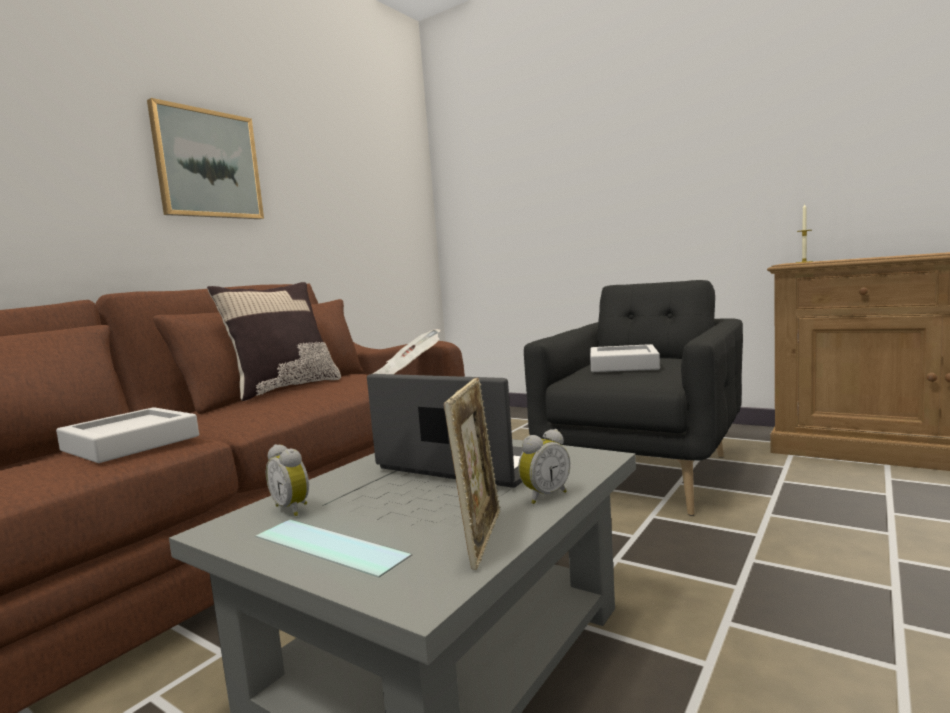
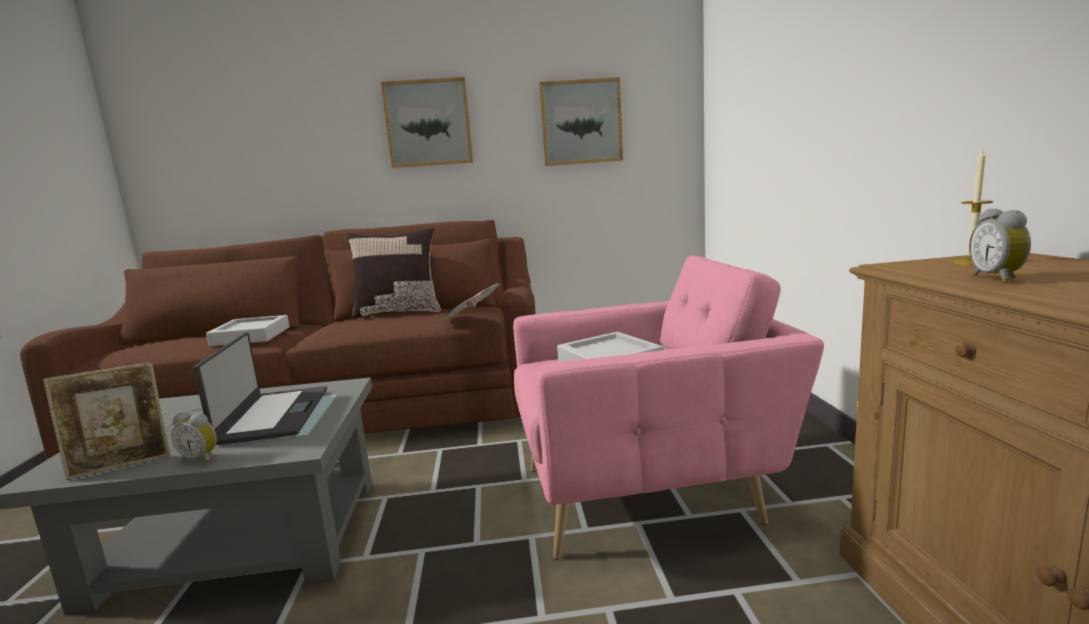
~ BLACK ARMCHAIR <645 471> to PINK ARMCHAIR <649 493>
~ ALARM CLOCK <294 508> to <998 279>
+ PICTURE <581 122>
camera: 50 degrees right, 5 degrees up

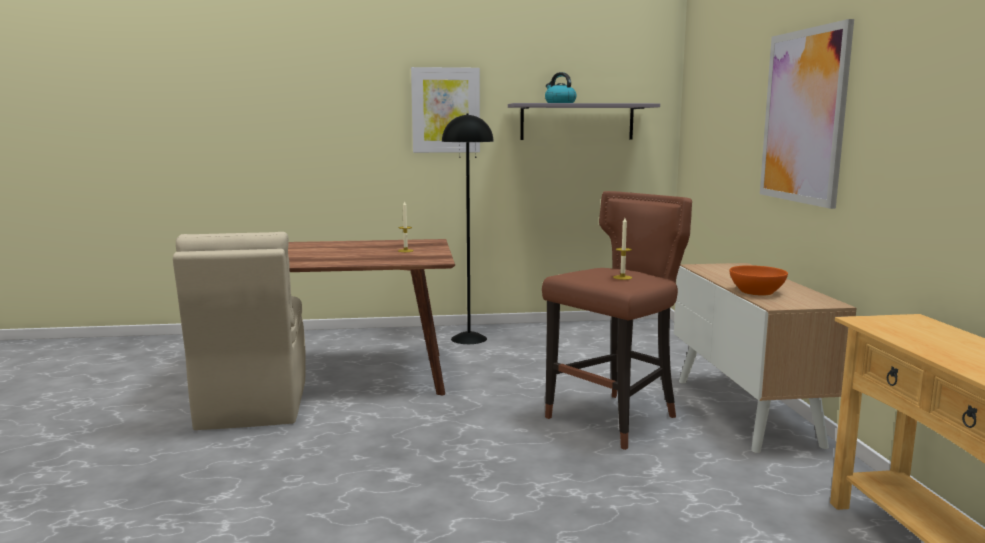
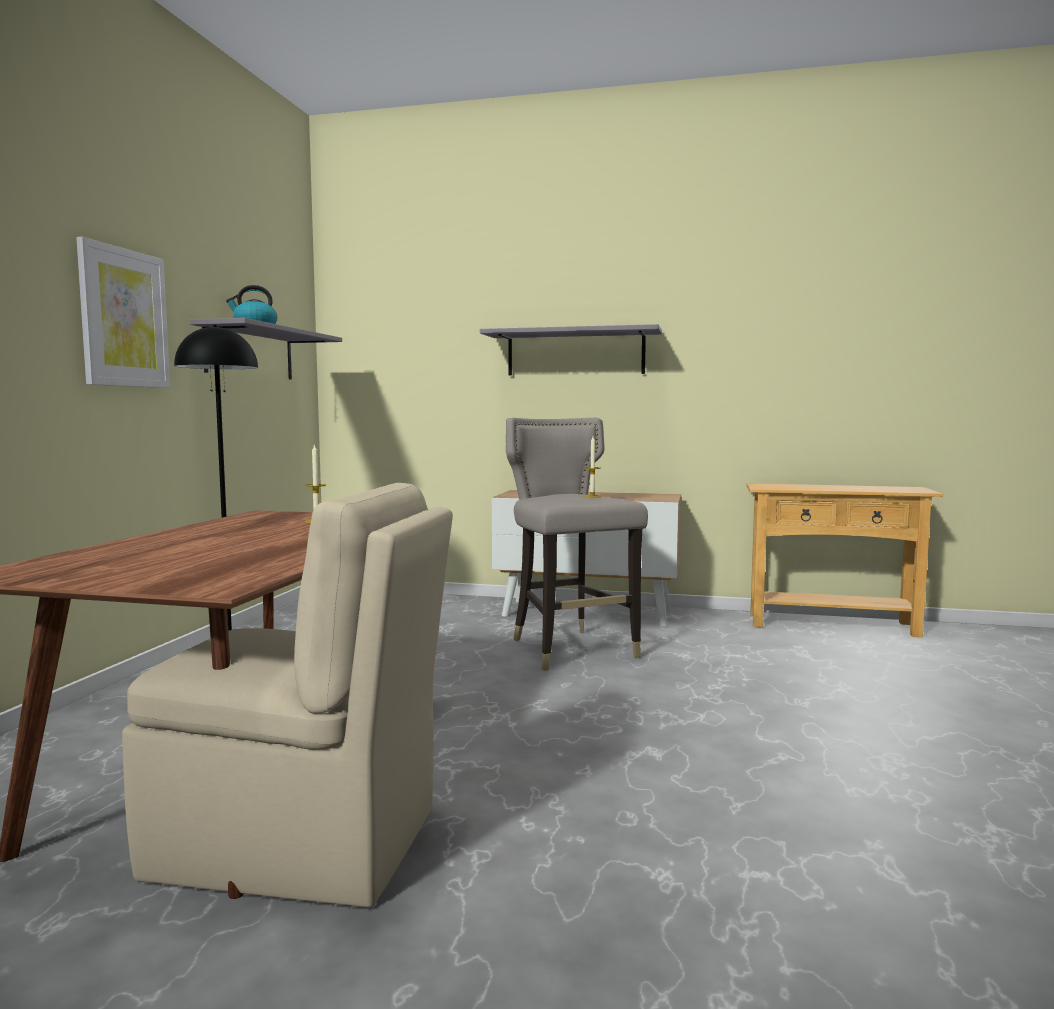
~ PICTURE <803 116> to GREY SHELF <575 353>
~ BROWN STOOL <615 419> to GREY STOOL <570 649>
- ORANGE BOWL <757 292>
camera: 70 degrees left, 5 degrees down

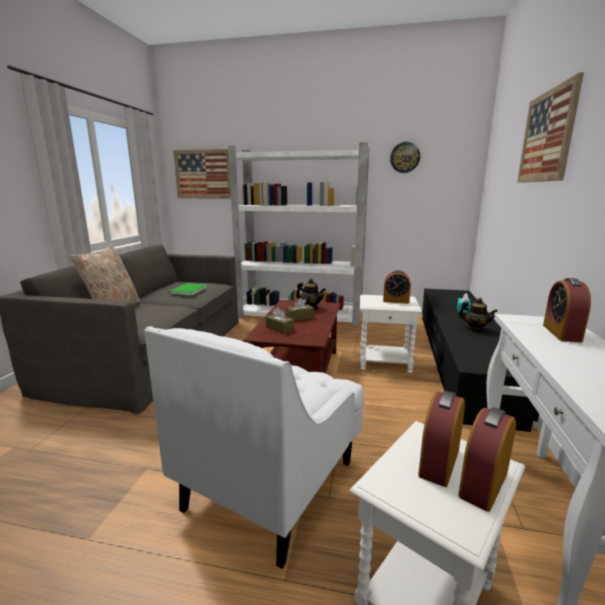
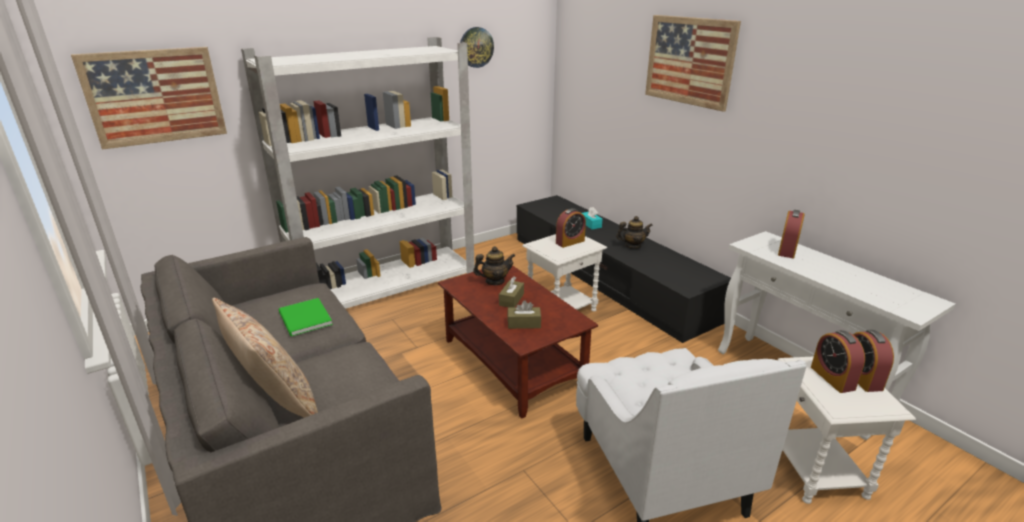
~ ALARM CLOCK <561 333> = <787 250> 60 degrees clockwise
camera: 45 degrees left, 10 degrees up

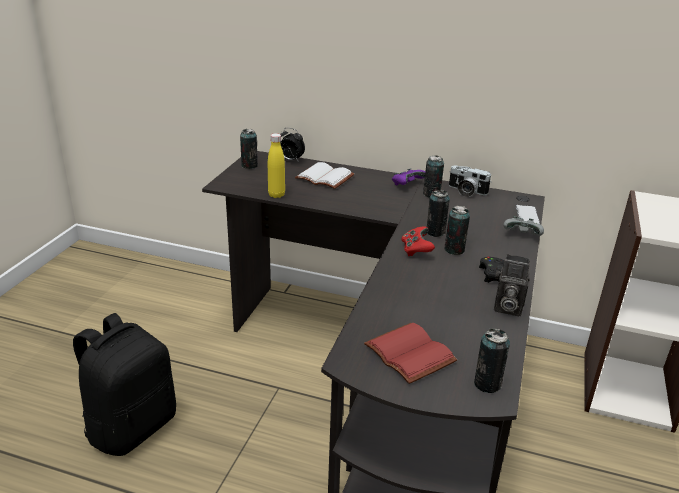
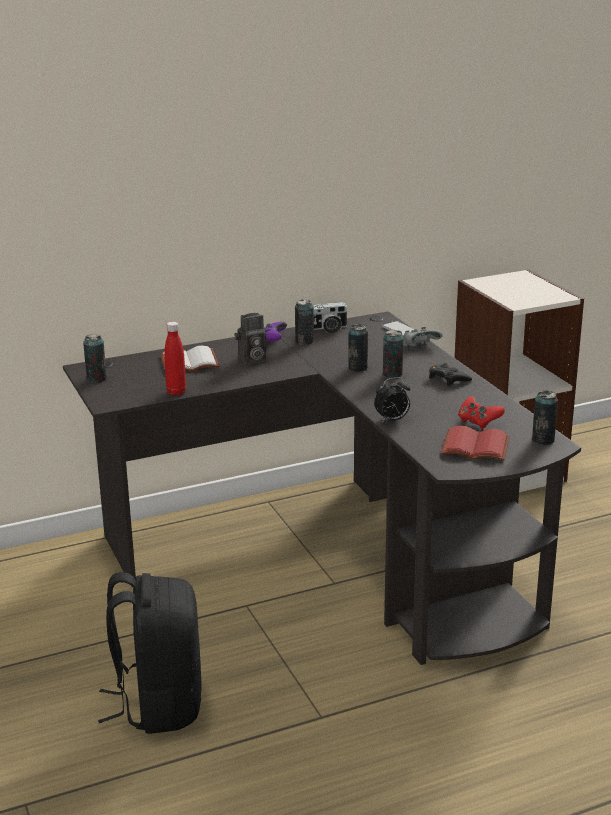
~ ALARM CLOCK <290 160> to <392 420>
~ YELLOW BOTTLE <276 195> to RED BOTTLE <176 392>
~ RED GAME CONTROLLER <416 250> to <478 422>
~ PHOTO CAMERA <506 307> to <251 360>
camera: 40 degrees left, 5 degrees down

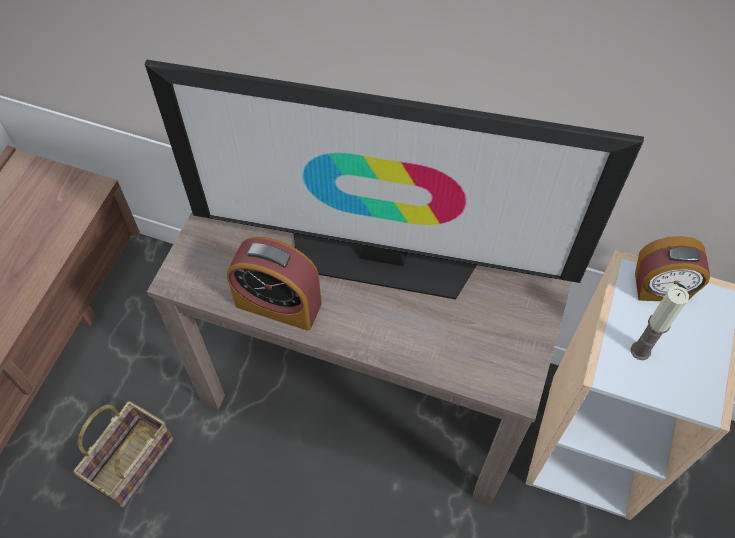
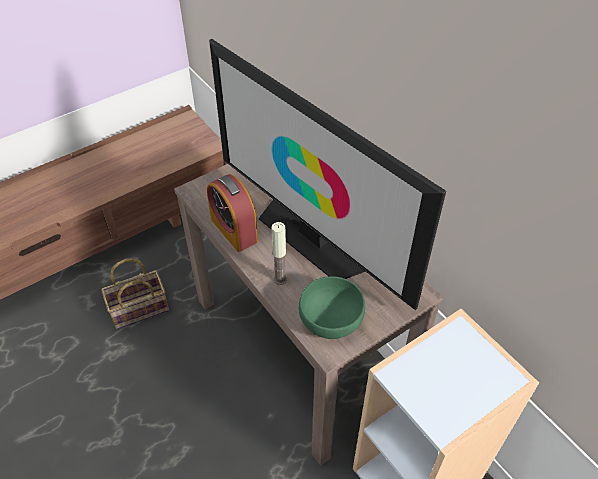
- ALARM CLOCK <660 289>
~ CANDLE <640 351> to <280 279>
+ GREEN BOWL <331 318>
camera: 35 degrees right, 10 degrees down

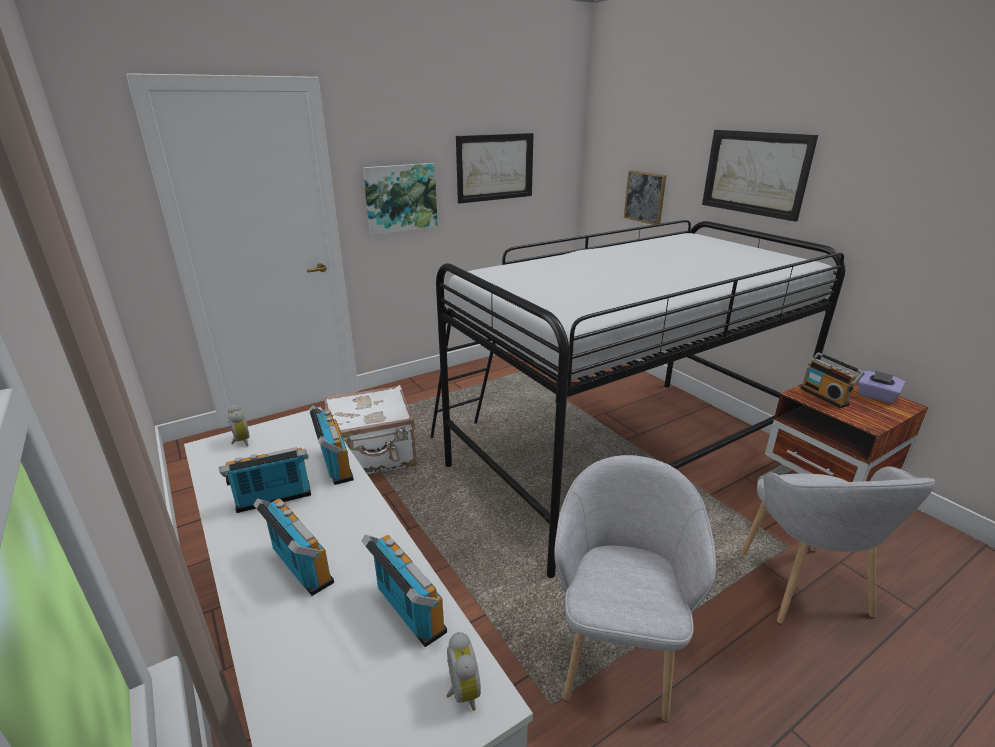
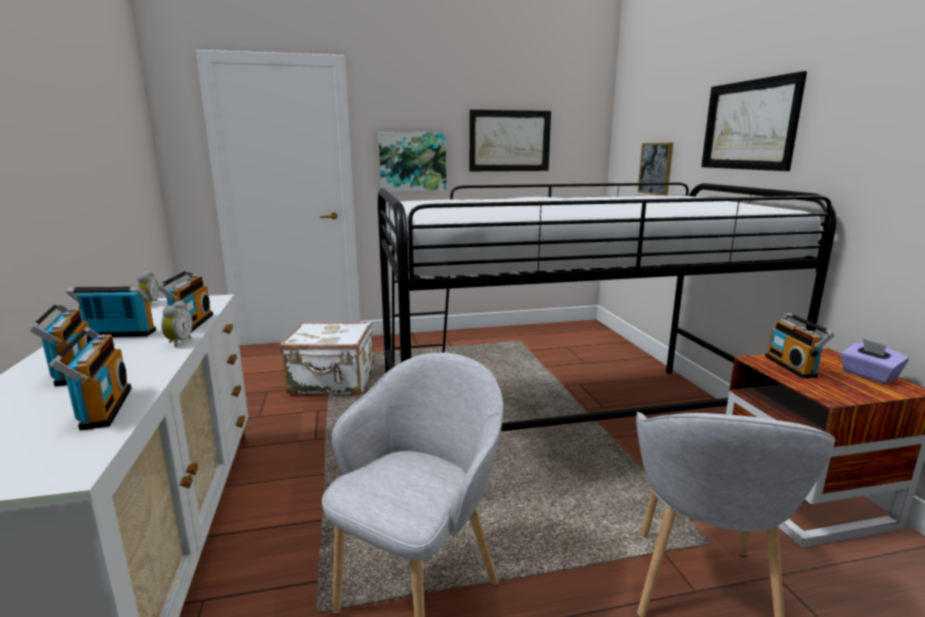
~ ALARM CLOCK <461 692> to <178 342>
camera: 20 degrees right, 10 degrees down

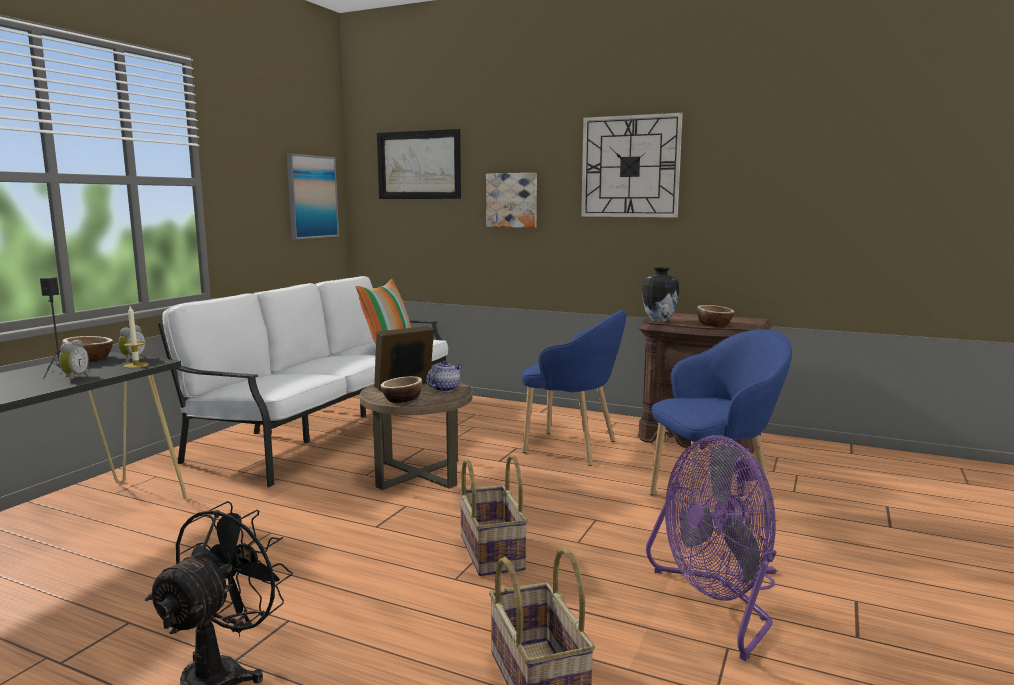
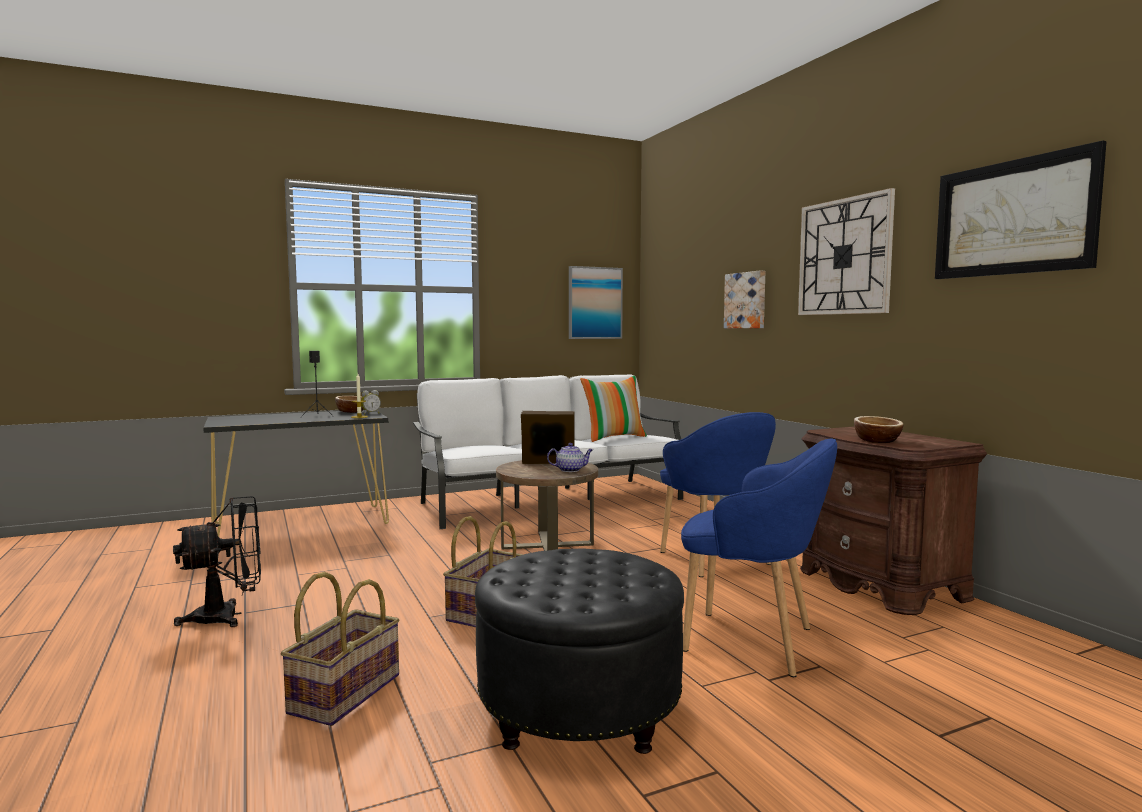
~ PICTURE <419 165> to <1013 218>
- VASE <658 320>
- ALARM CLOCK <74 377>
- BOWL <402 400>
~ PURPLE FAN <721 602> to BLACK OTTOMAN <579 711>
camera: 40 degrees right, 5 degrees down

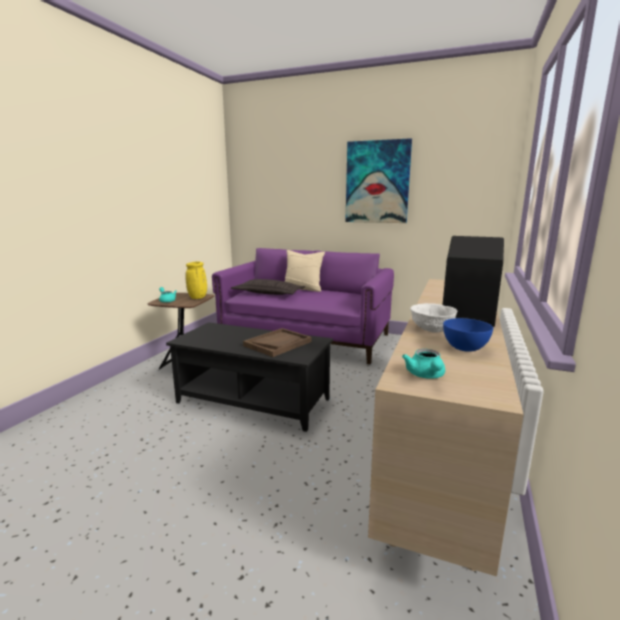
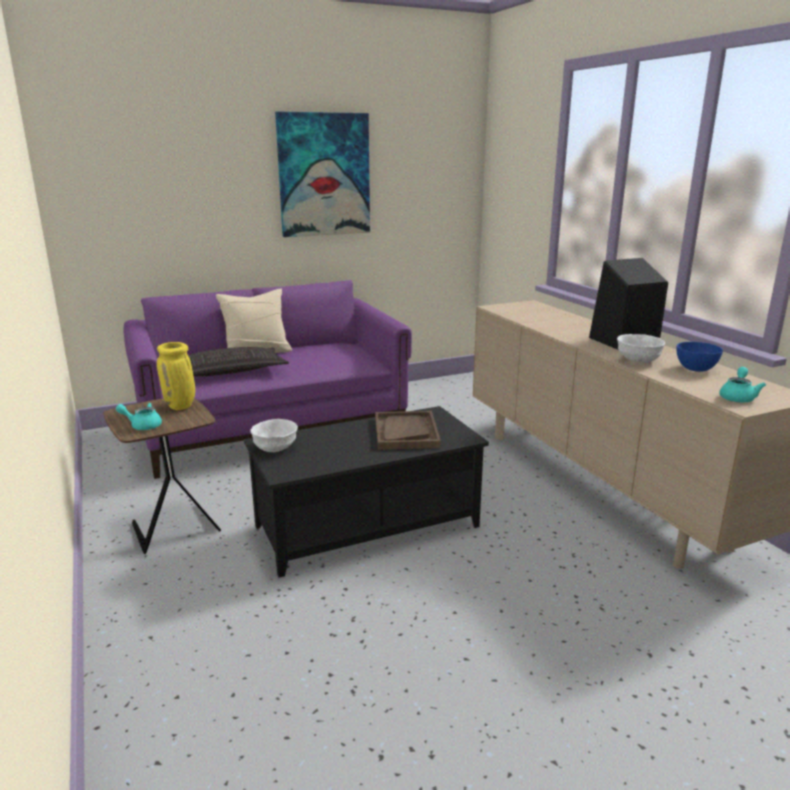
~ TURQUOISE TEAPOT <426 376> = <738 397> 105 degrees counterclockwise
+ WHITE BOWL <275 448>
camera: 45 degrees left, 5 degrees up

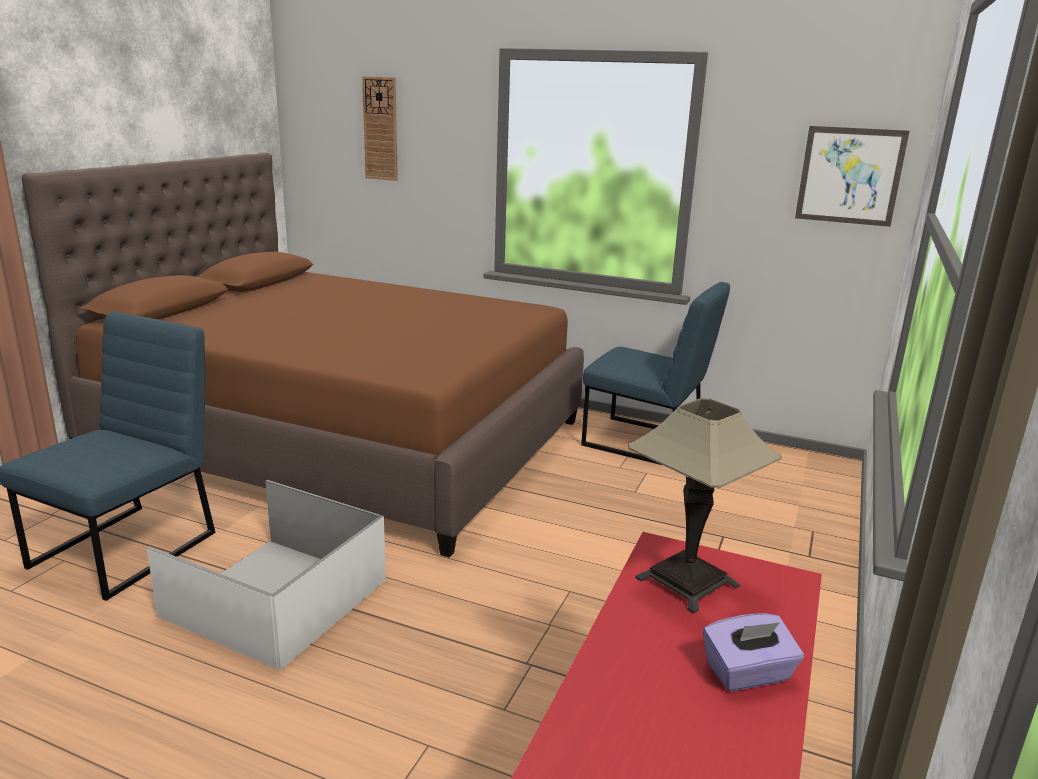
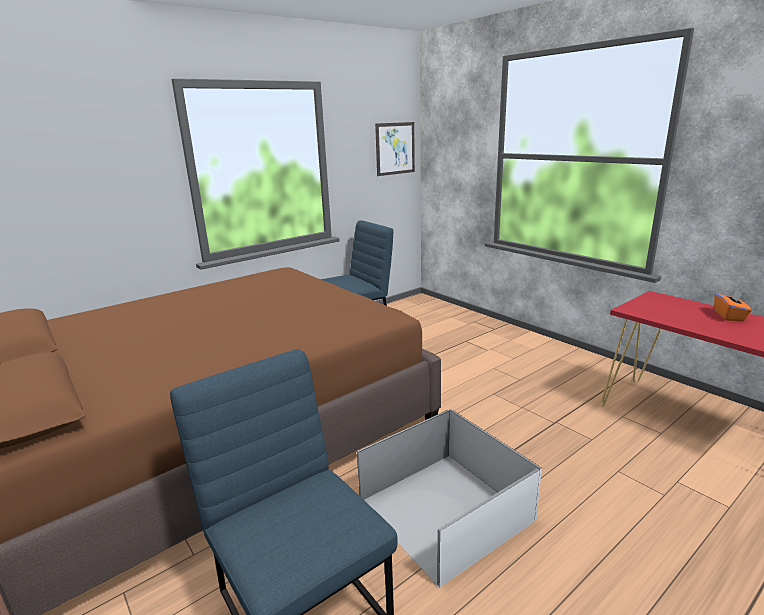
- WALL CLOCK <380 129>
- TABLE LAMP <687 582>
~ PURPLE TISSUE BOX <748 674> to ORANGE TISSUE BOX <729 316>
camera: 60 degrees left, 0 degrees up

